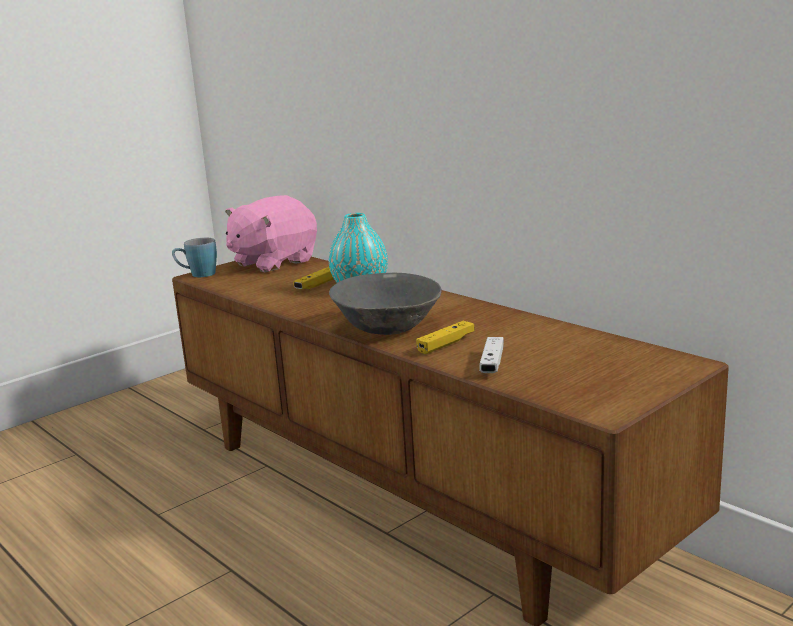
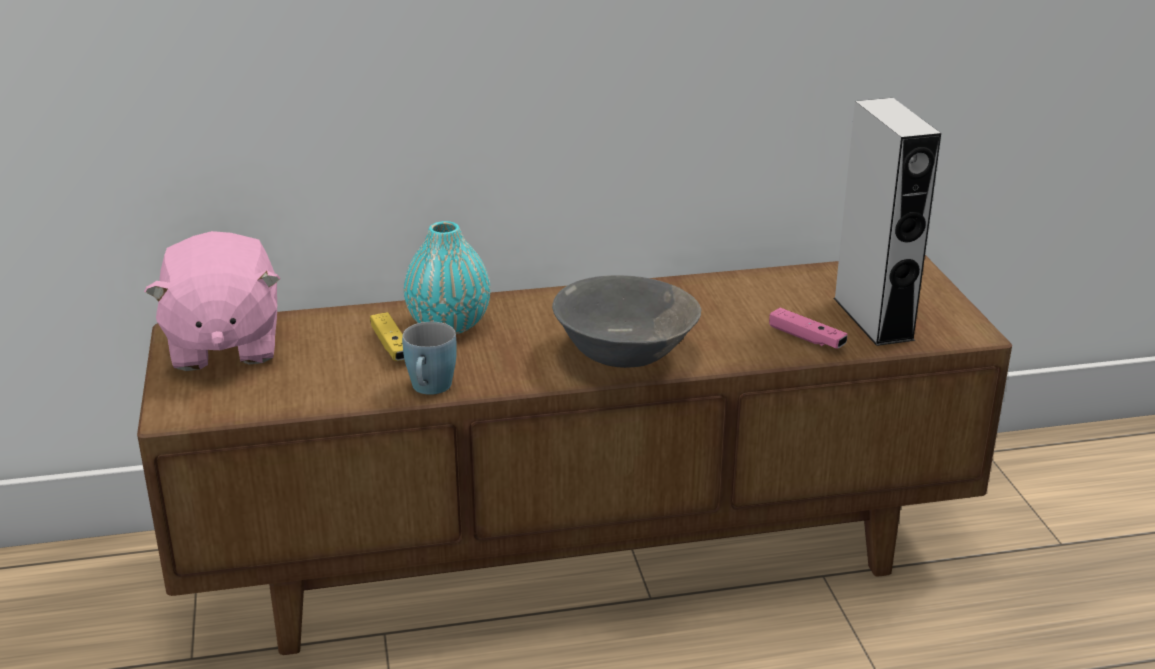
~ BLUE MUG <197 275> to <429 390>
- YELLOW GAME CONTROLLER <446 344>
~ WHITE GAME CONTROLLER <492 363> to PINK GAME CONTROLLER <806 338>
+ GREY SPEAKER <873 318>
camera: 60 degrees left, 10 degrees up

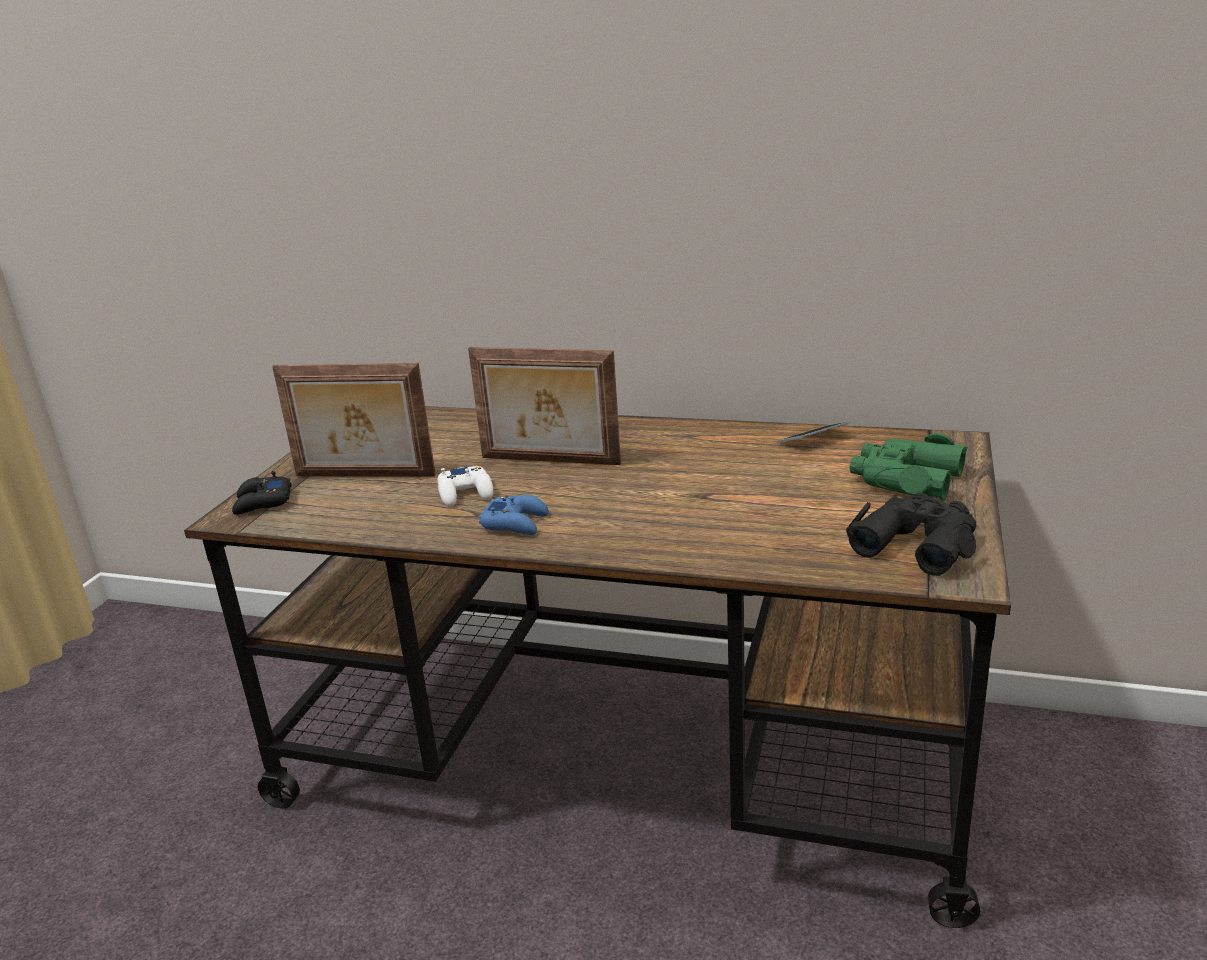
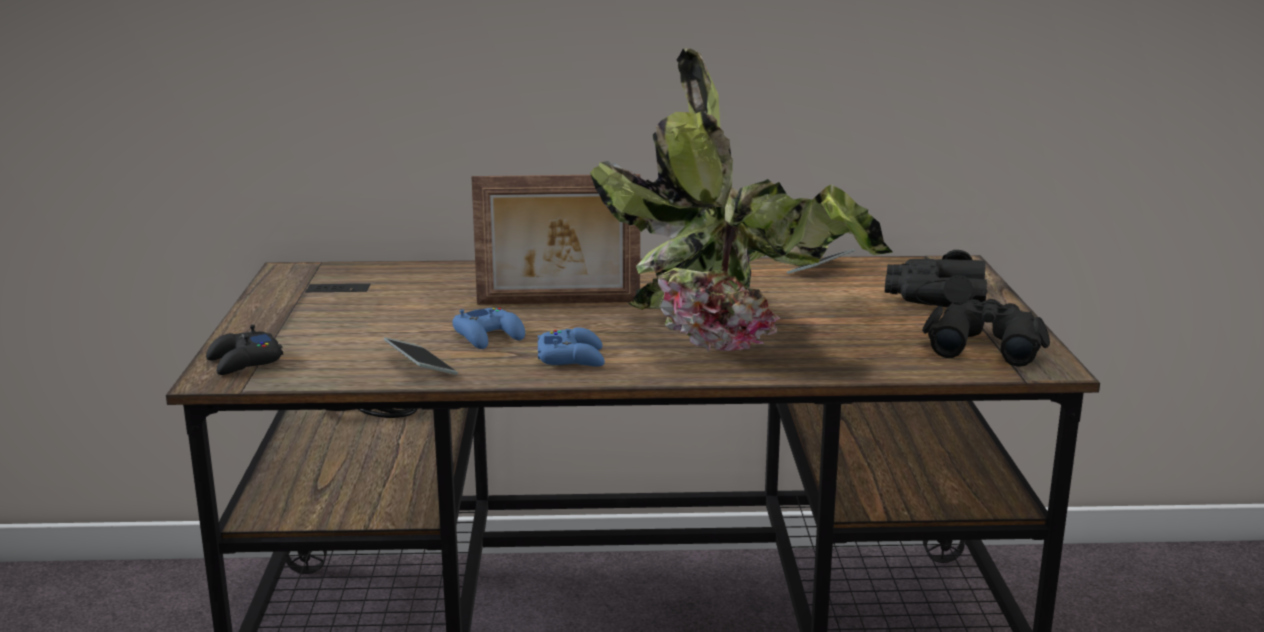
- PICTURE FRAME <364 476>
~ GREEN BINOCULARS <905 479> to BLACK BINOCULARS <935 296>
~ WHITE GAME CONTROLLER <466 493> to BLUE GAME CONTROLLER <489 336>
+ POTTED PLANT <742 339>
+ PHONE <420 365>
camera: 20 degrees left, 5 degrees down

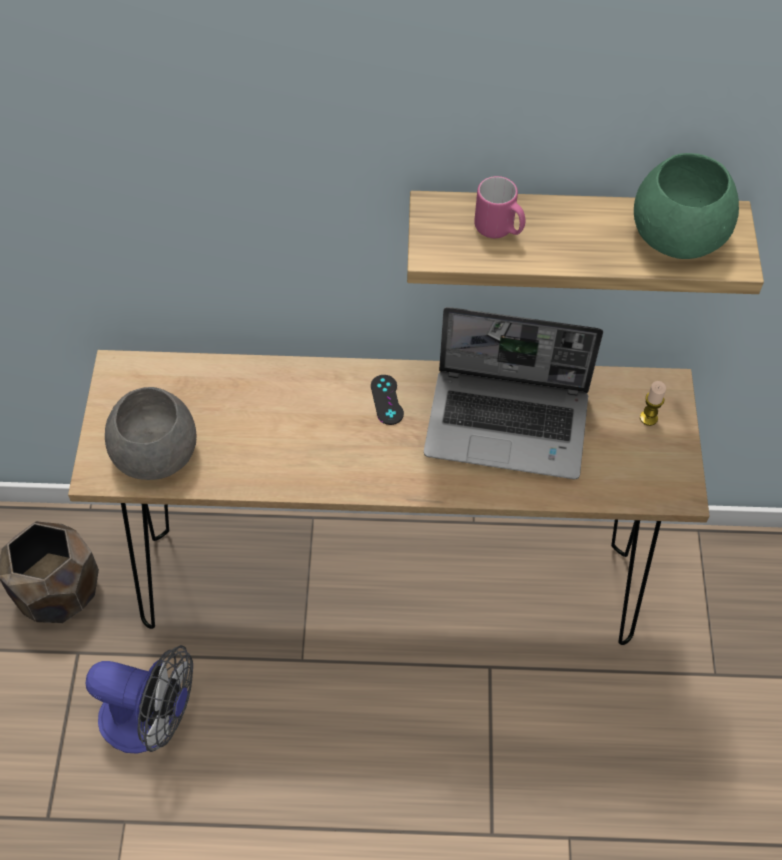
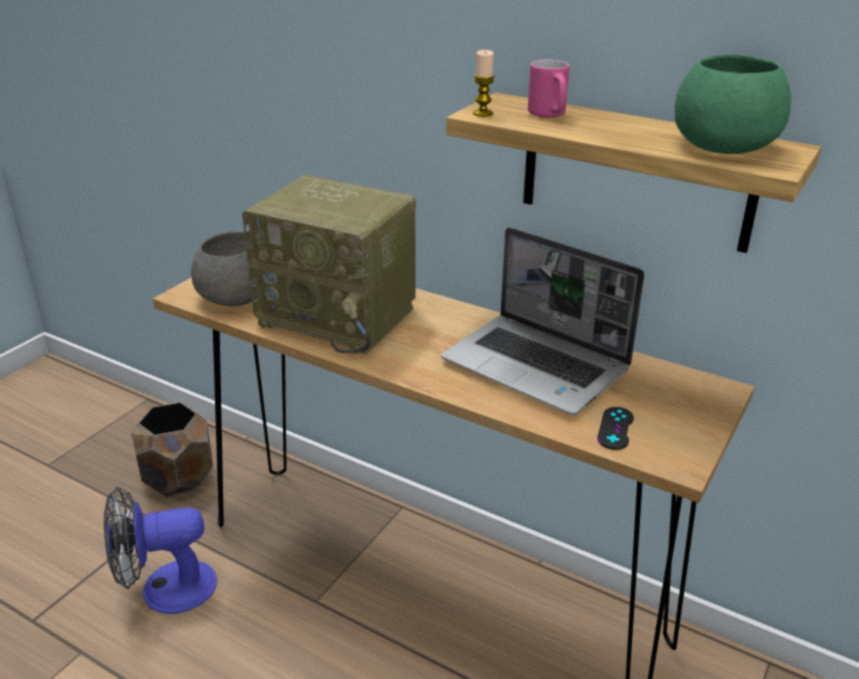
~ BLACK GAME CONTROLLER <387 400> to <615 428>
~ CANDLE <648 418> to <482 113>
~ FAN <151 721> = <165 589> 120 degrees clockwise
+ RADIO <340 316>
camera: 30 degrees right, 25 degrees down

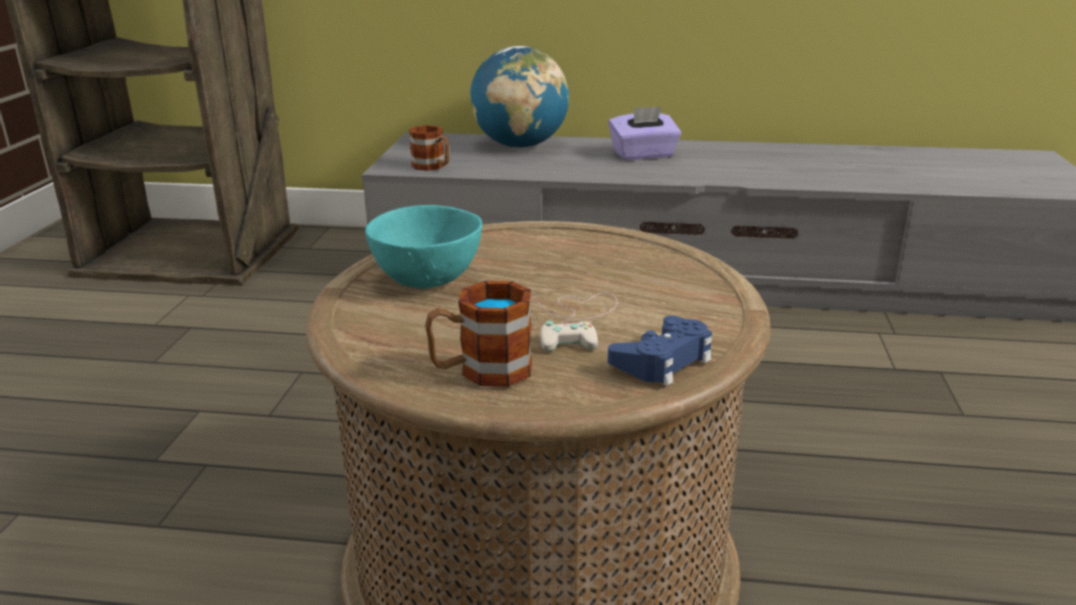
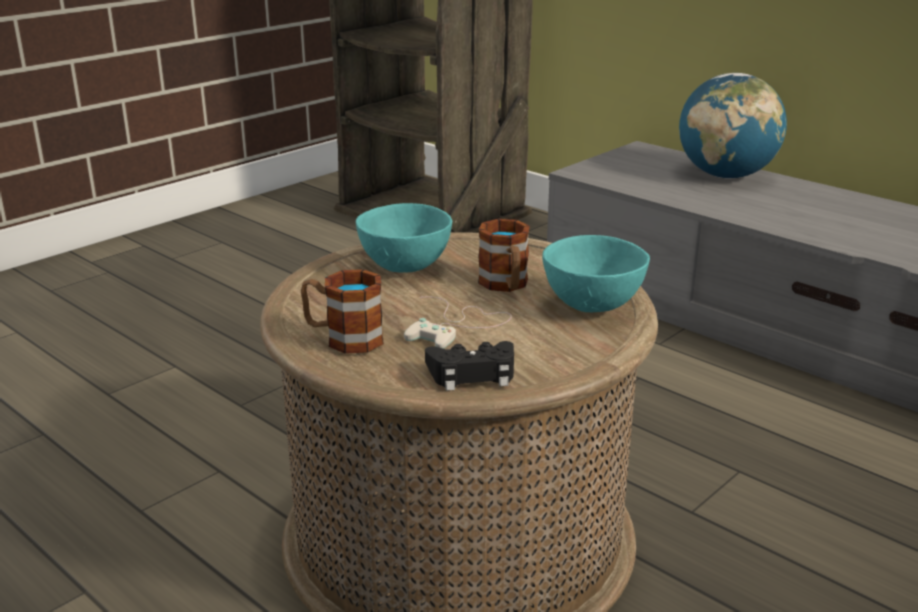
- PURPLE TISSUE BOX <643 155>
~ MUG <433 167> to <506 285>
~ BLUE GAME CONTROLLER <663 360> to BLACK GAME CONTROLLER <472 374>
+ TURQUOISE BOWL <594 306>
camera: 35 degrees right, 0 degrees up

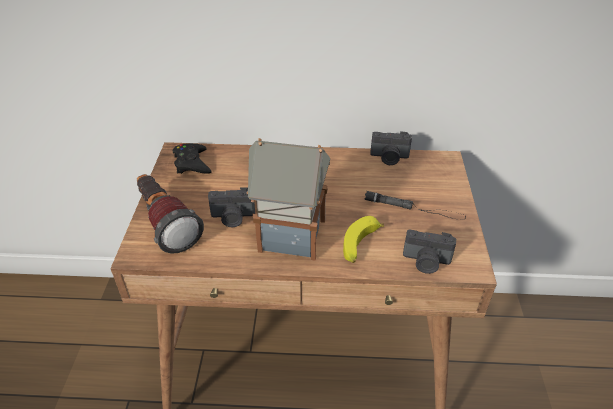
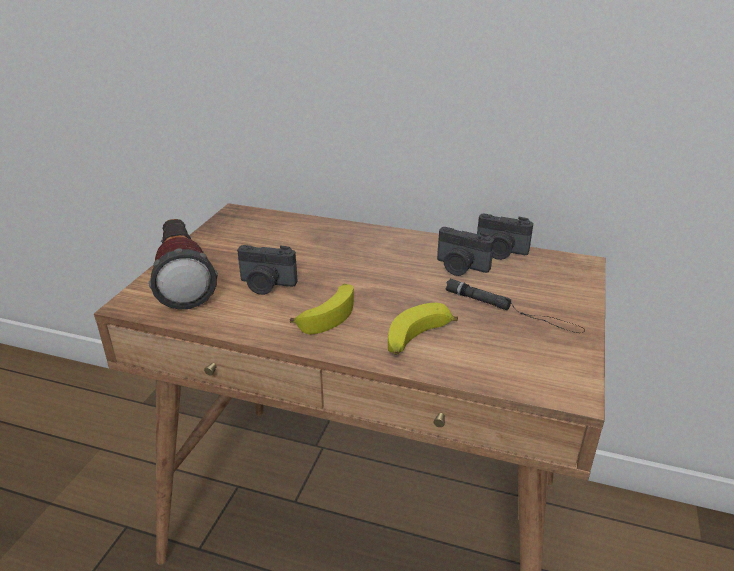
~ TOY HOUSE <290 235> to BANANA <328 314>
- BLACK GAME CONTROLLER <192 163>
~ PHOTO CAMERA <426 262> to <460 267>
camera: 15 degrees right, 10 degrees down

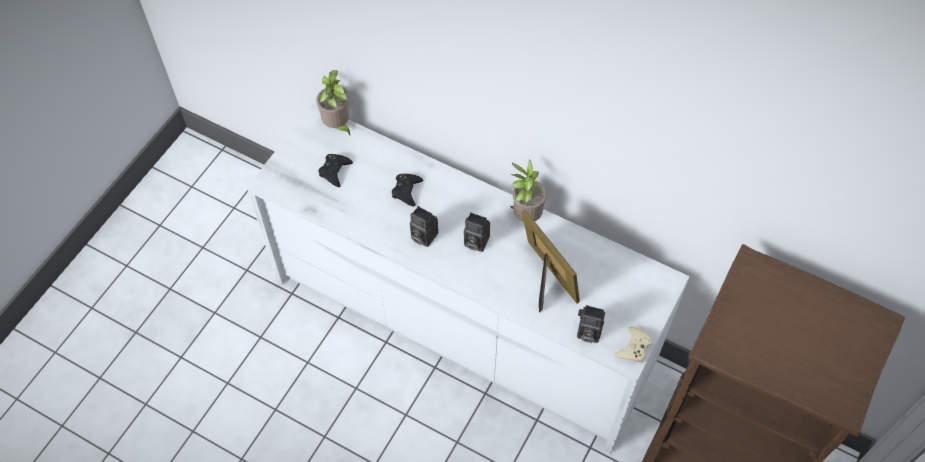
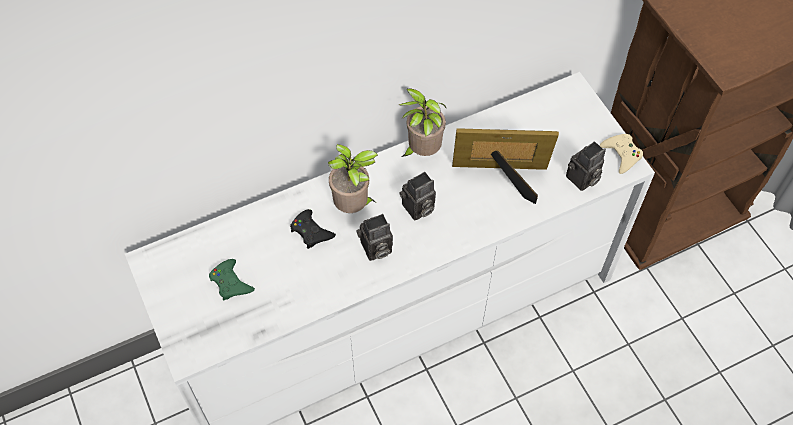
~ POTTED PLANT <337 126> to <353 206>
~ BLACK GAME CONTROLLER <335 171> to GREEN GAME CONTROLLER <230 283>
camera: 55 degrees left, 0 degrees up

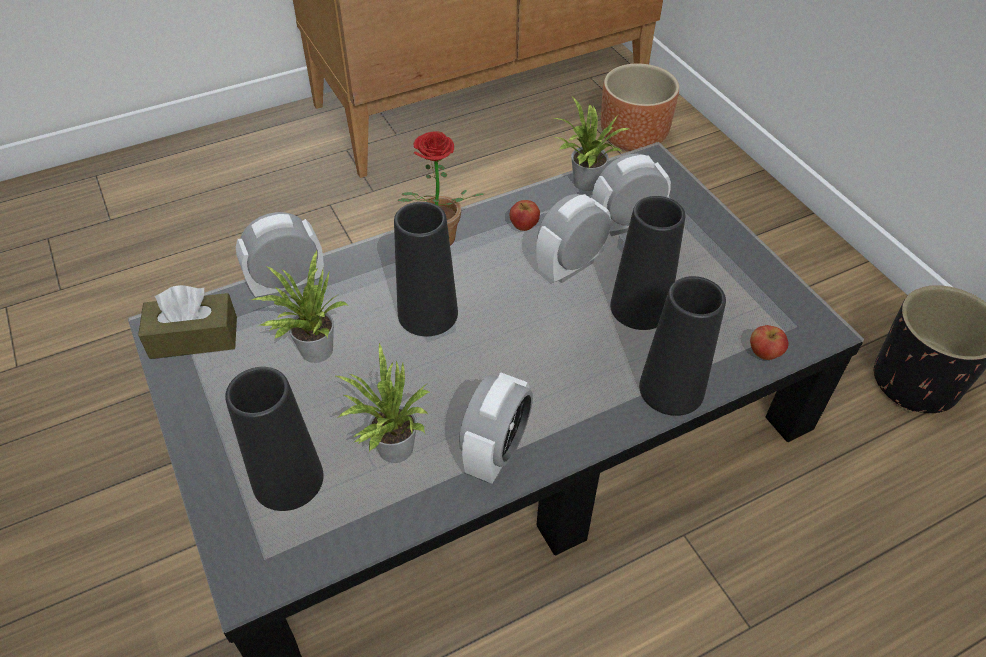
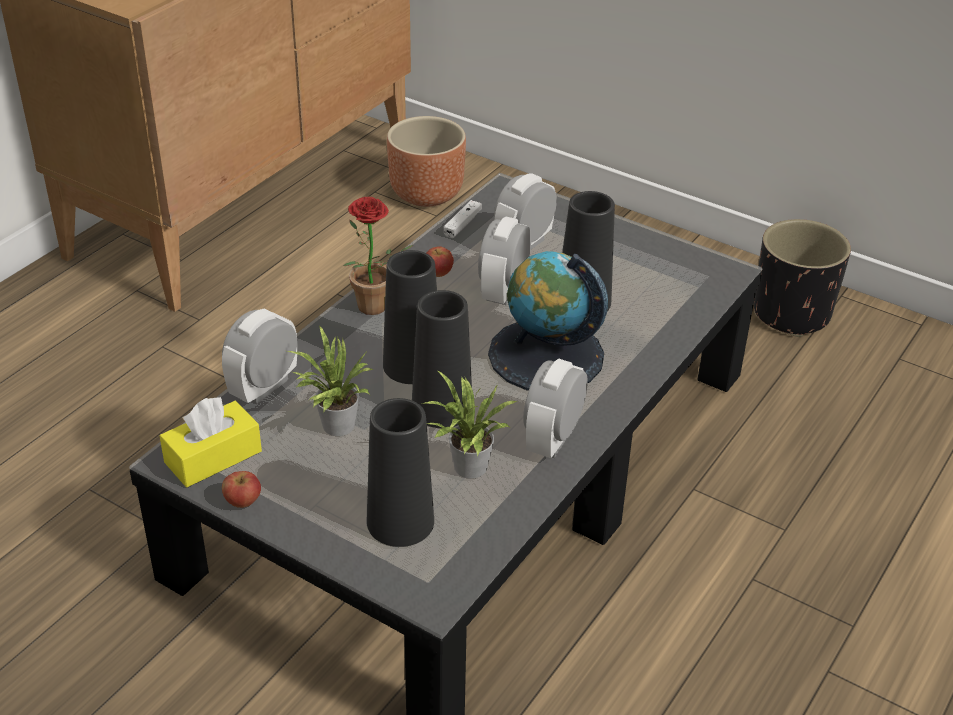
~ POTTED PLANT <583 183> to WHITE GAME CONTROLLER <462 224>
~ BLACK VASE <671 389> to <442 407>
~ BROWN TISSUE BOX <194 337> to YELLOW TISSUE BOX <213 457>
~ APPLE <764 353> to <242 501>
~ ALARM CLOCK <496 452> = <553 439> 150 degrees counterclockwise
+ GLOBE <545 355>
camera: 30 degrees left, 10 degrees down

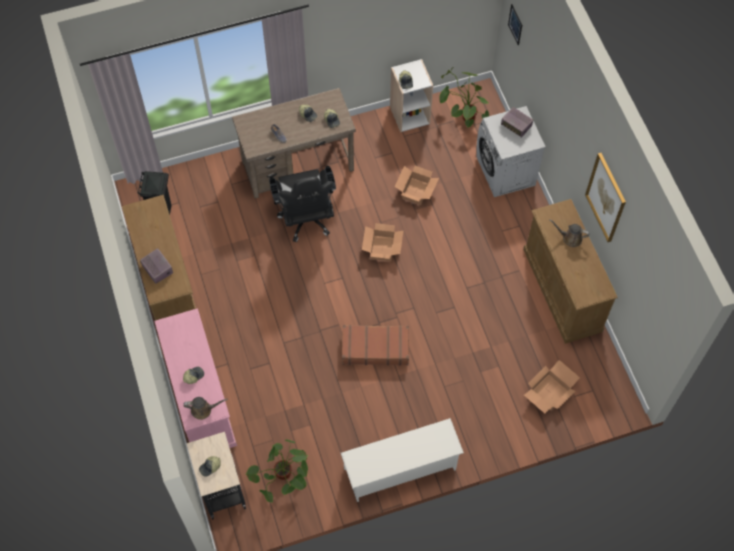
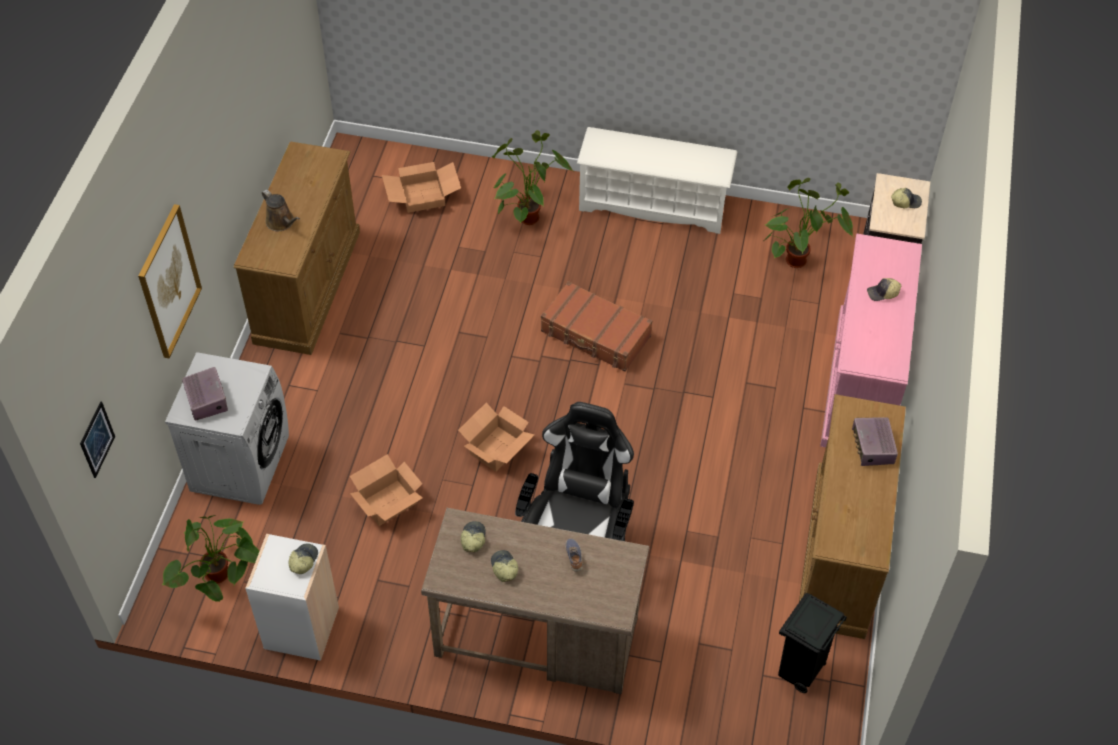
~ PICTURE <606 197> to <168 281>
- BROWN WATERING CAN <203 409>
+ POTTED PLANT <526 211>
camera: 150 degrees left, 10 degrees down

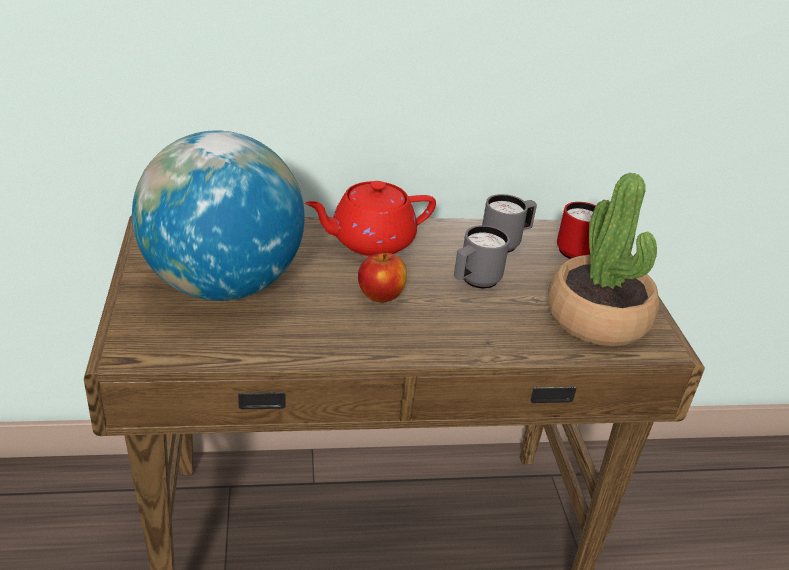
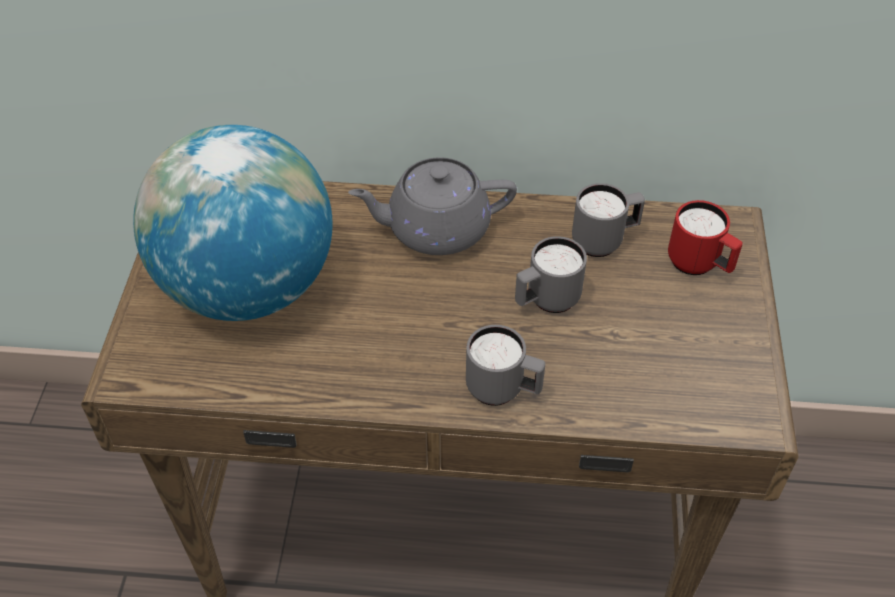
- POTTED PLANT <597 318>
~ RED TEAPOT <370 241> to GREY TEAPOT <435 229>
- APPLE <380 296>
+ GREY MUG <503 390>
camera: 15 degrees right, 15 degrees up

